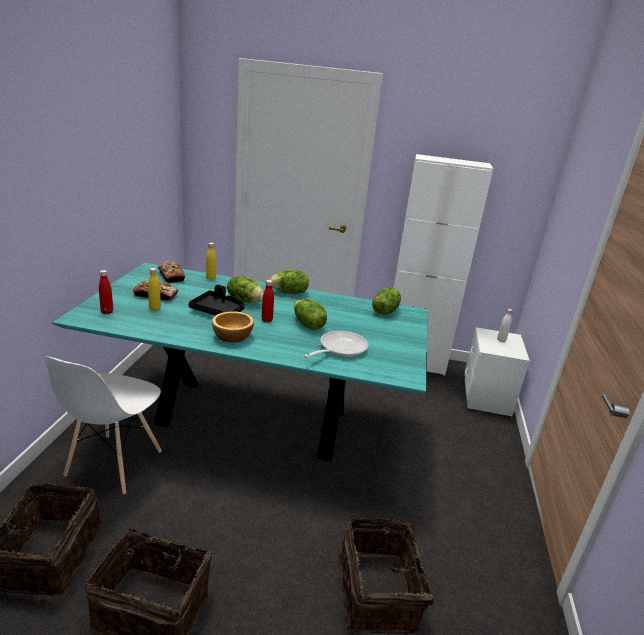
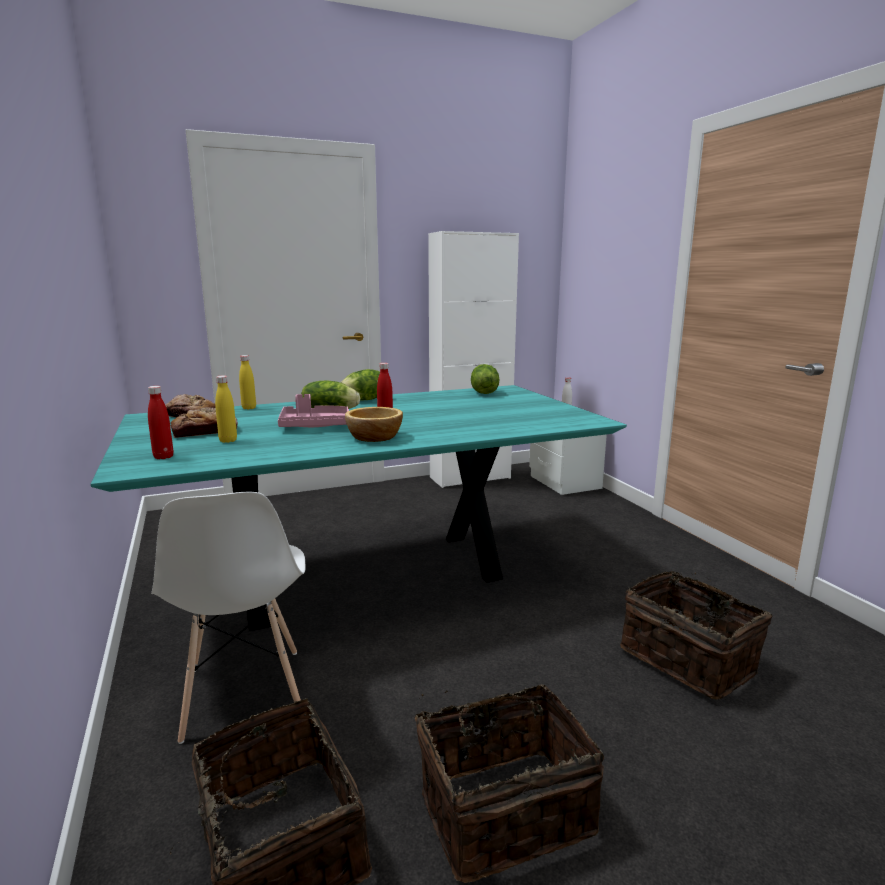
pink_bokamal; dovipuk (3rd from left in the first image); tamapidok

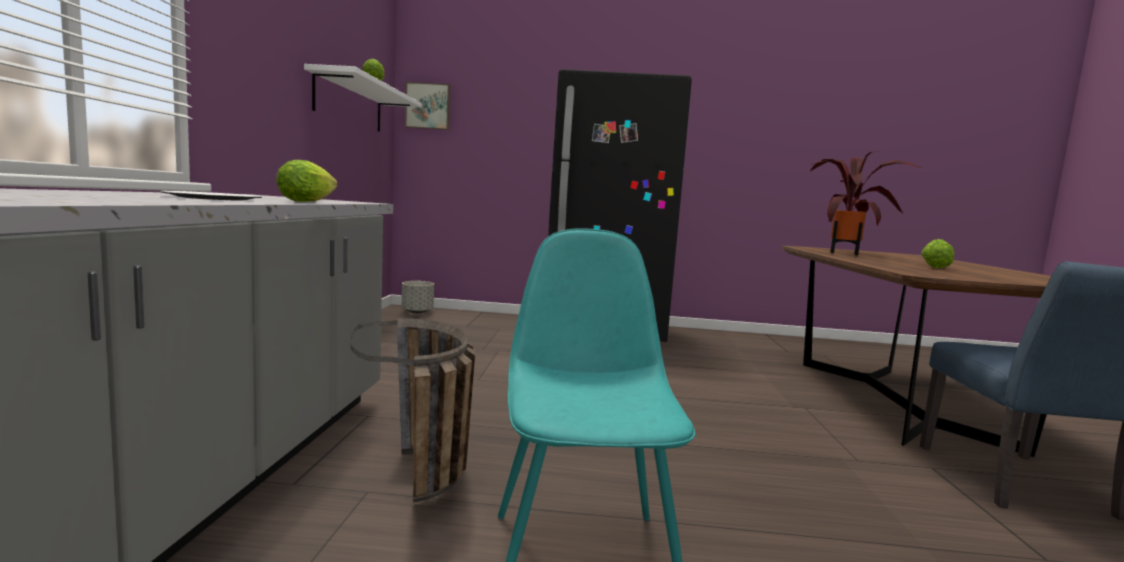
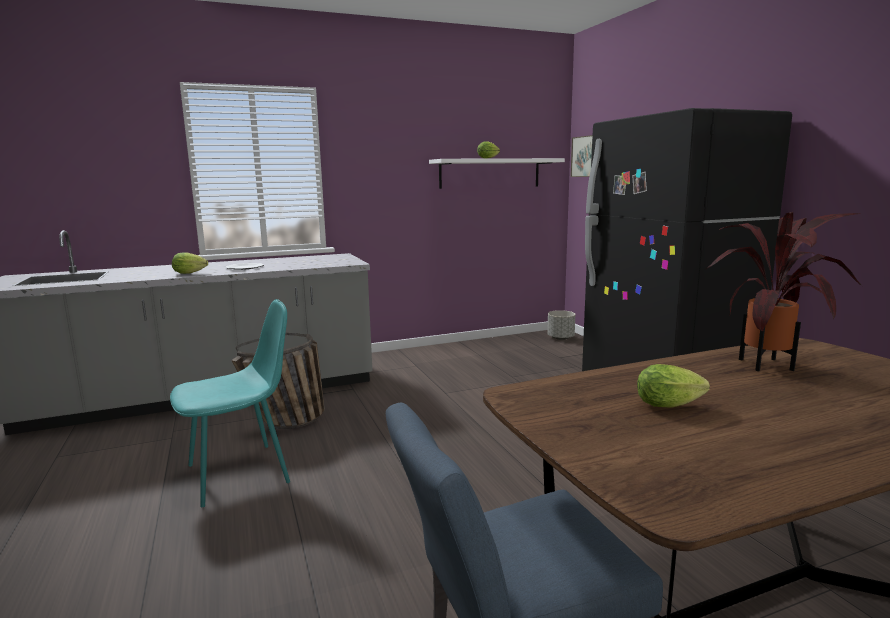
dovipuk (1st from left)

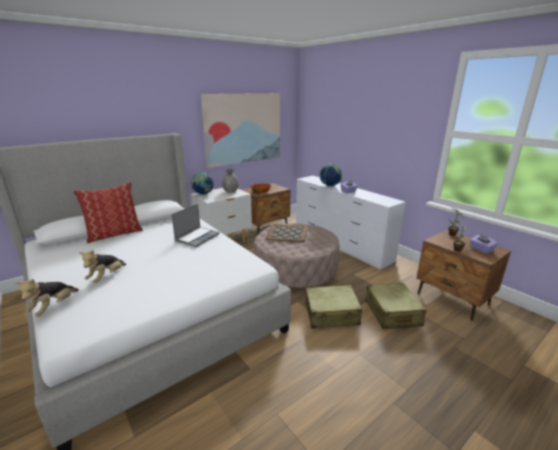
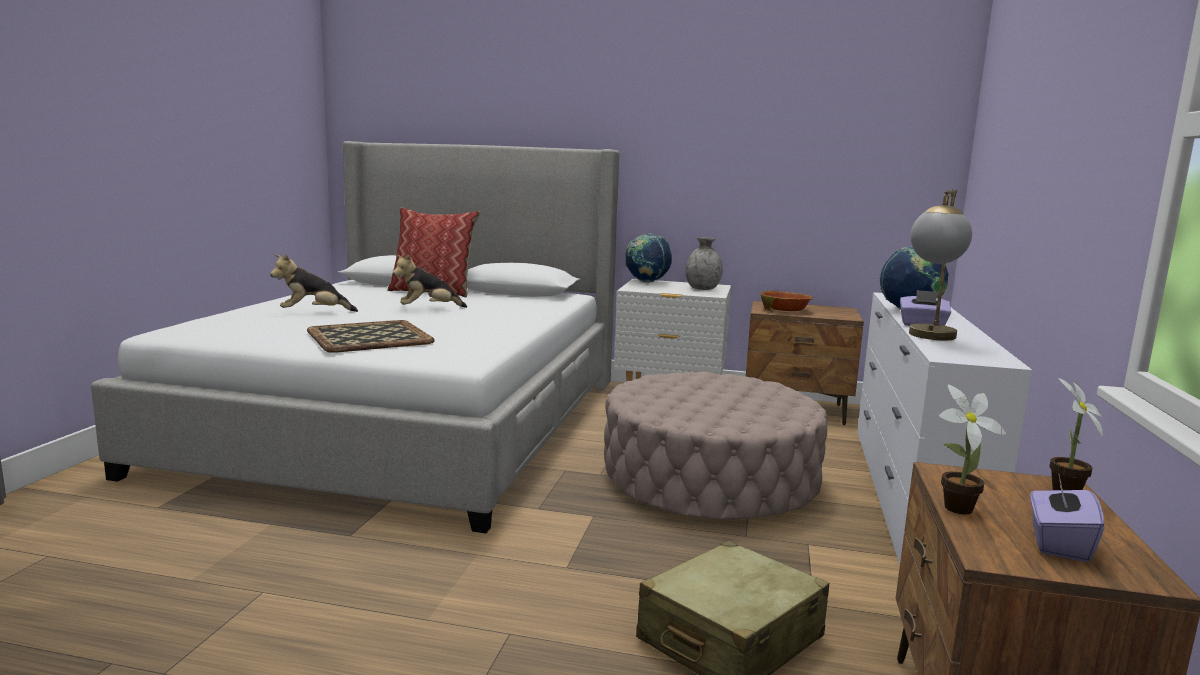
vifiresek (2nd from left); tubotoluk; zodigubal; bokamal; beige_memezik (1st from left in the first image); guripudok

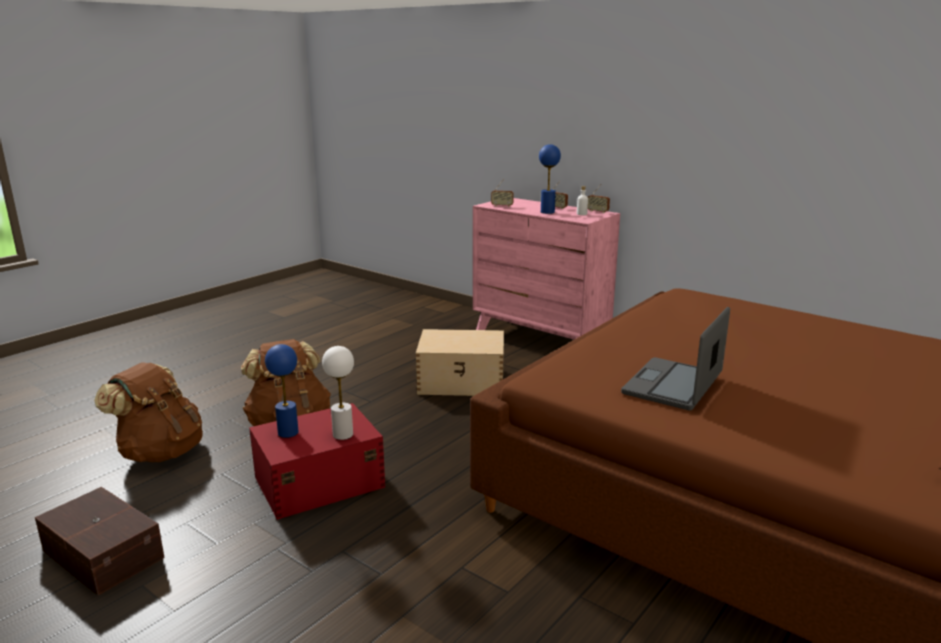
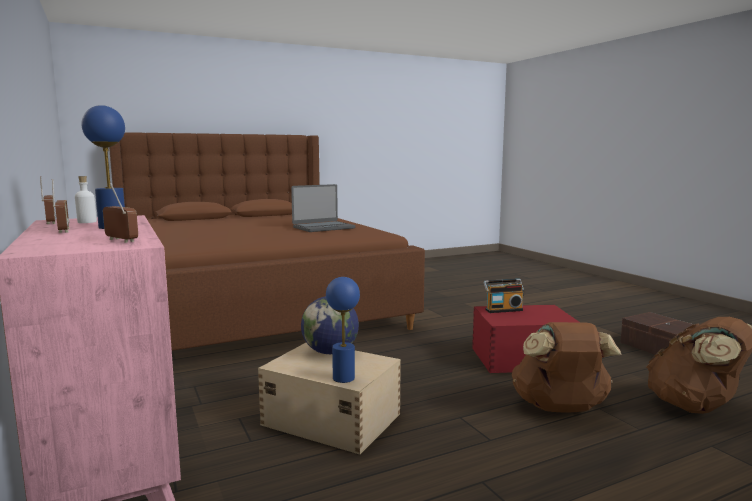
blue_guripudok (2nd from left); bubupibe (4th from left); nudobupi

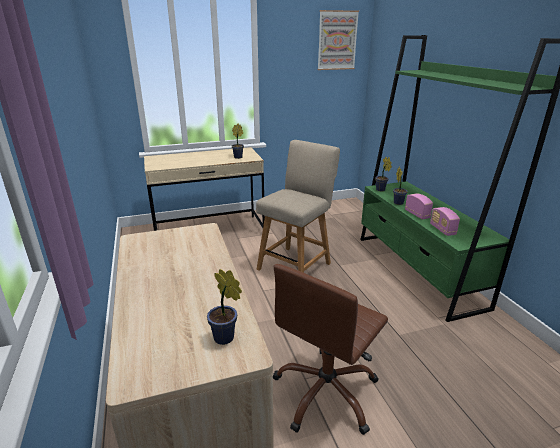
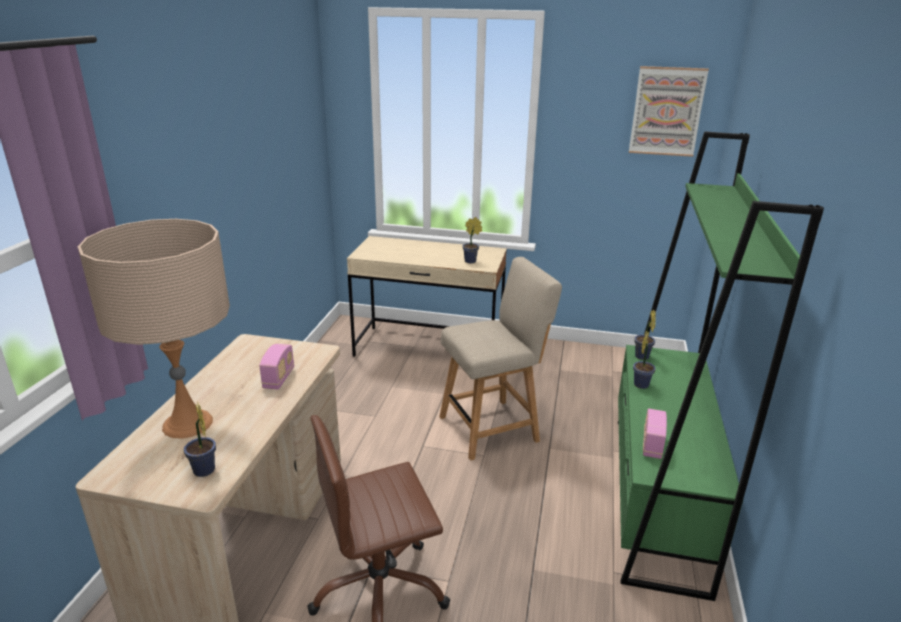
bubupibe (1st from left); beige_guripudok

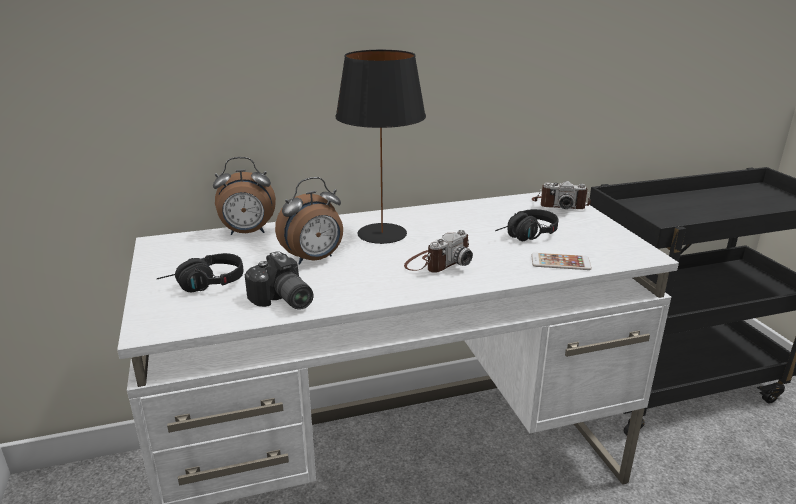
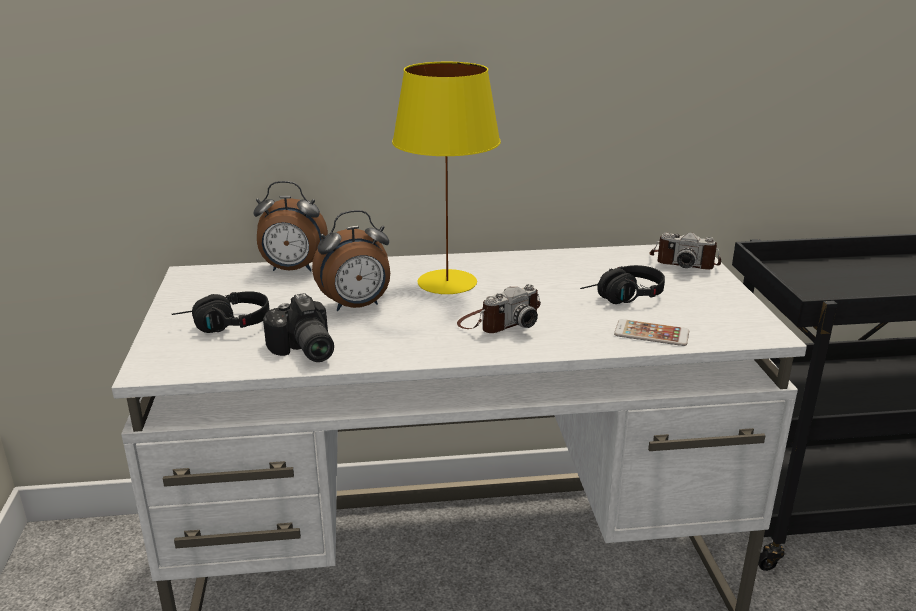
yellow_guripudok

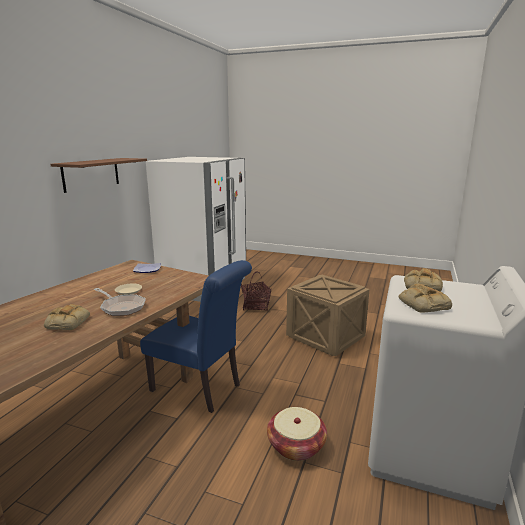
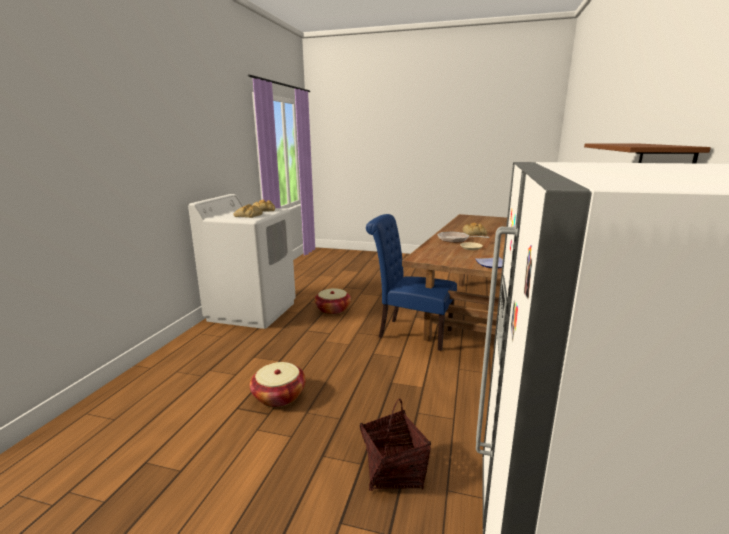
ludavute (1st from left)

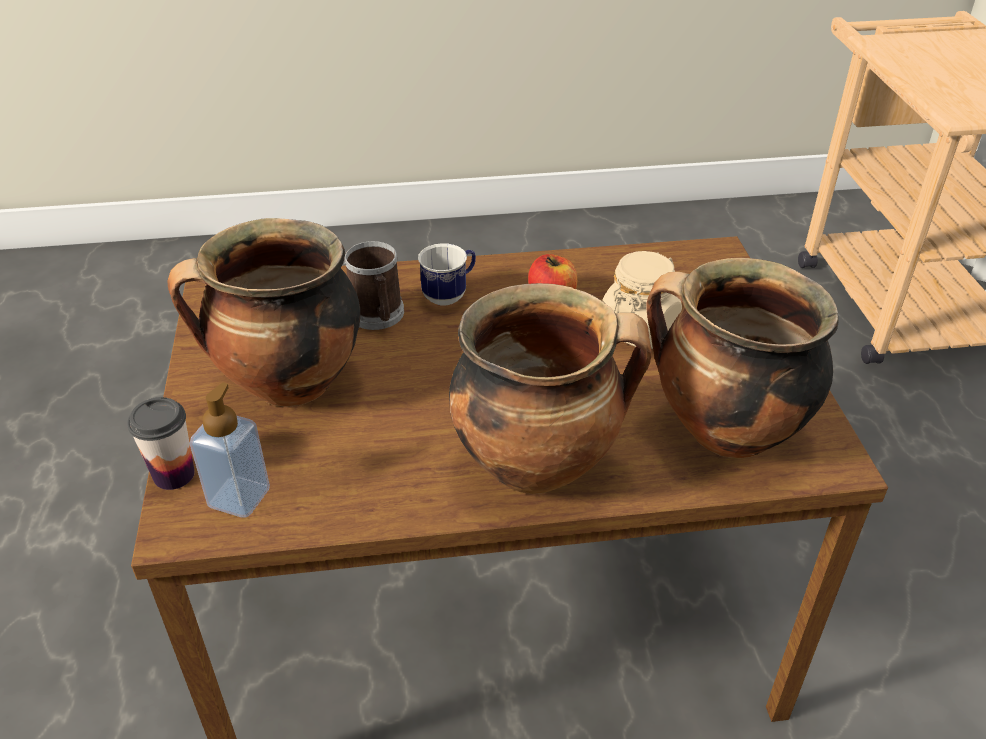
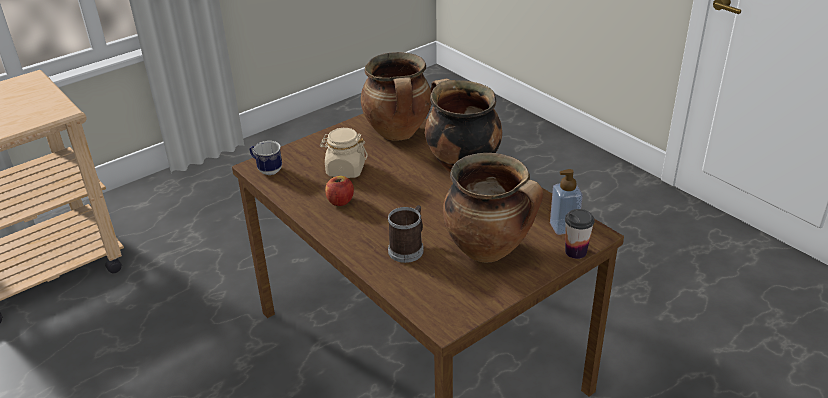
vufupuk (1st from left)

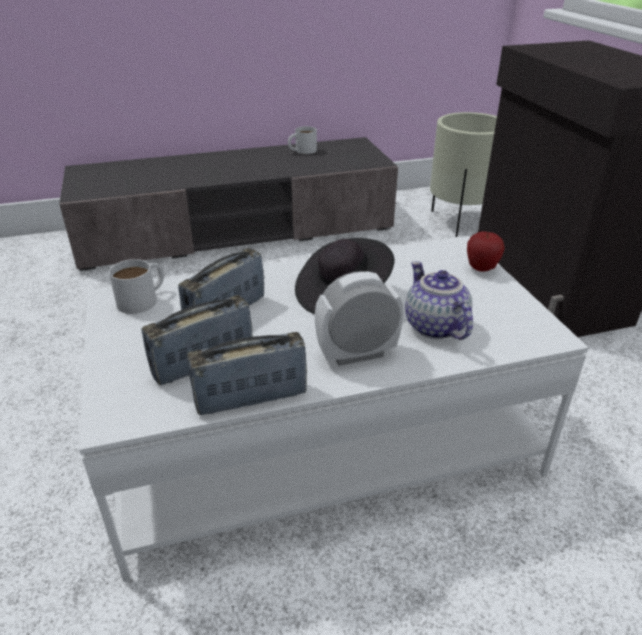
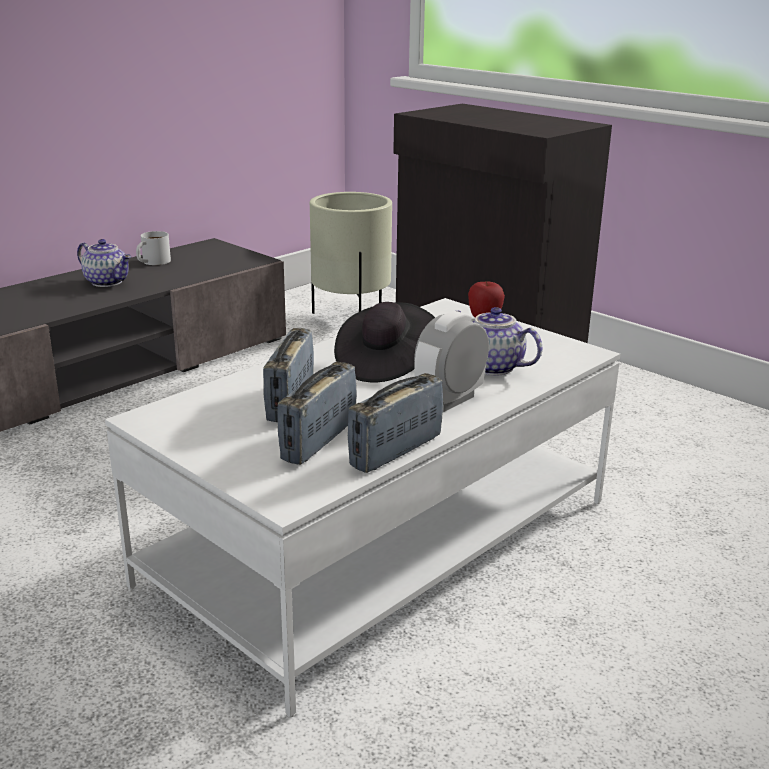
white_vufupuk (1st from left in the first image); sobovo (1st from left)

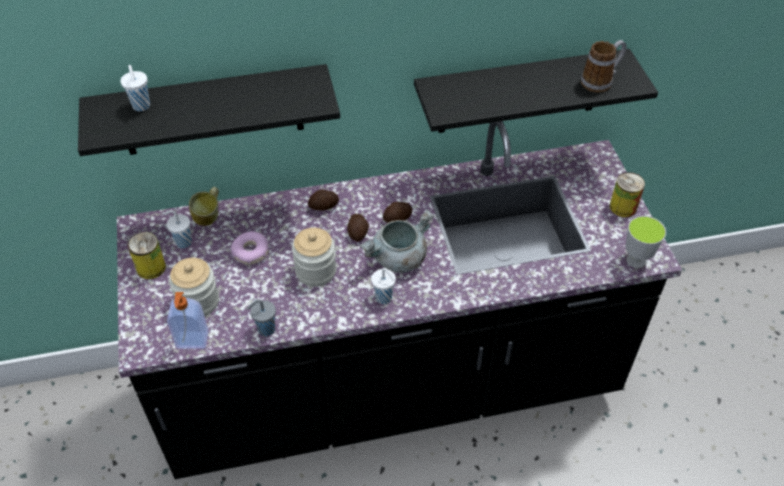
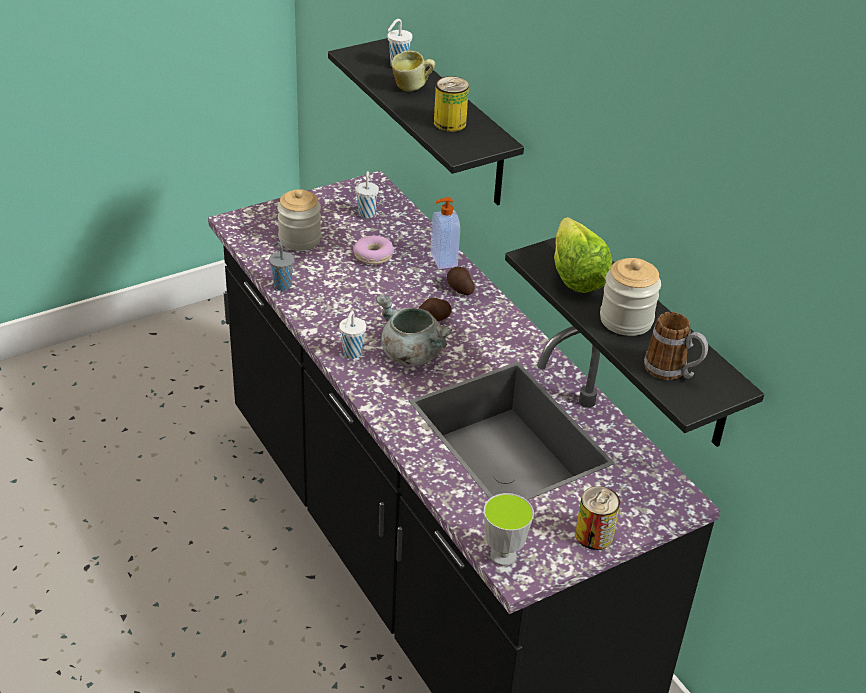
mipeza (1st from left); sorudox; vufupuk (1st from left); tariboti (2nd from left); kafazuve (3rd from left in the first image); dovipuk

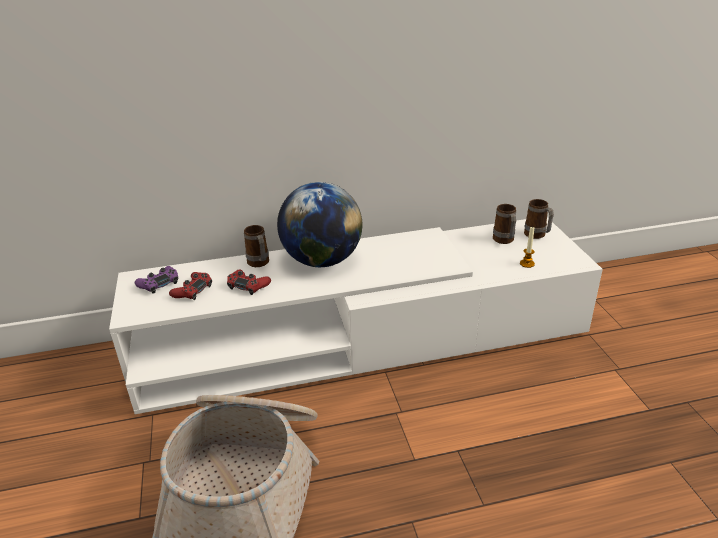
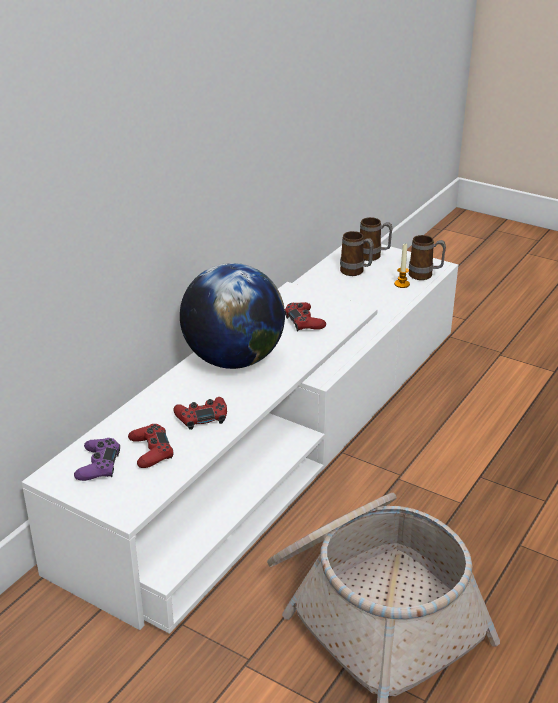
vufupuk (3rd from left); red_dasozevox (3rd from left)

